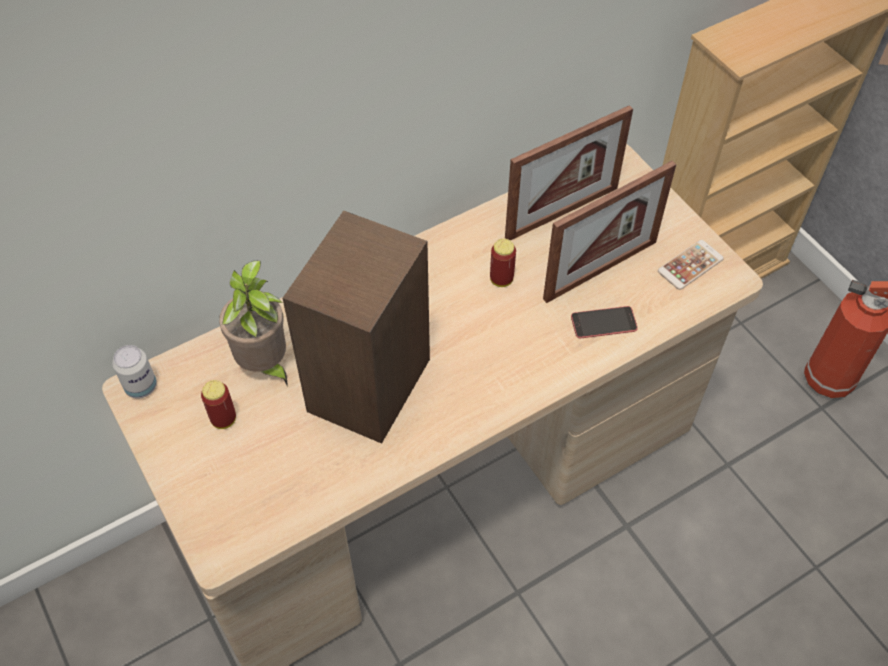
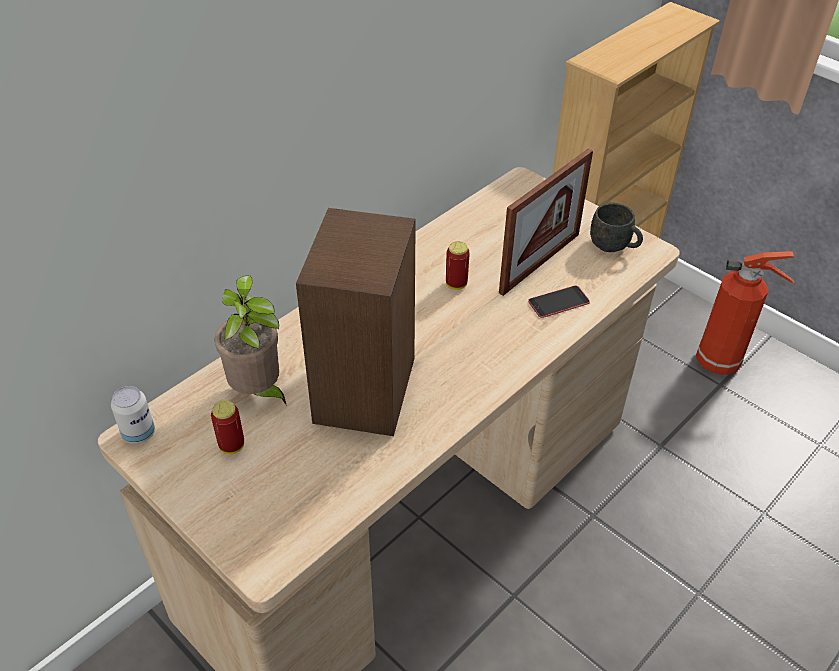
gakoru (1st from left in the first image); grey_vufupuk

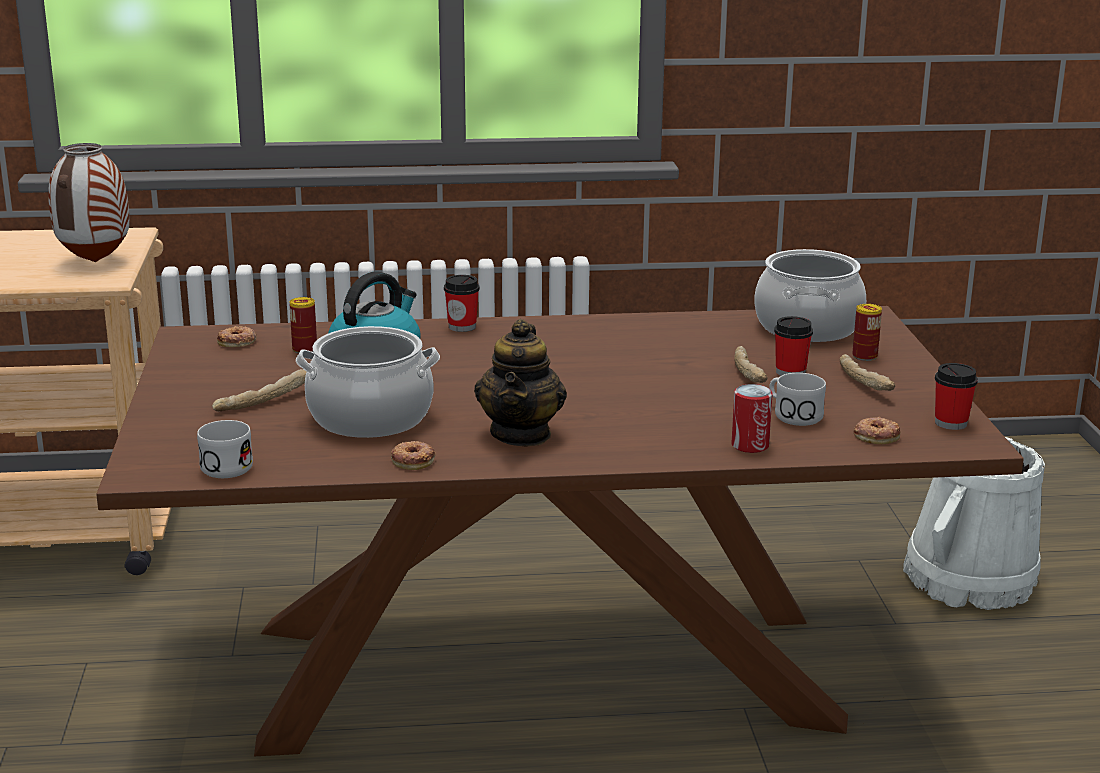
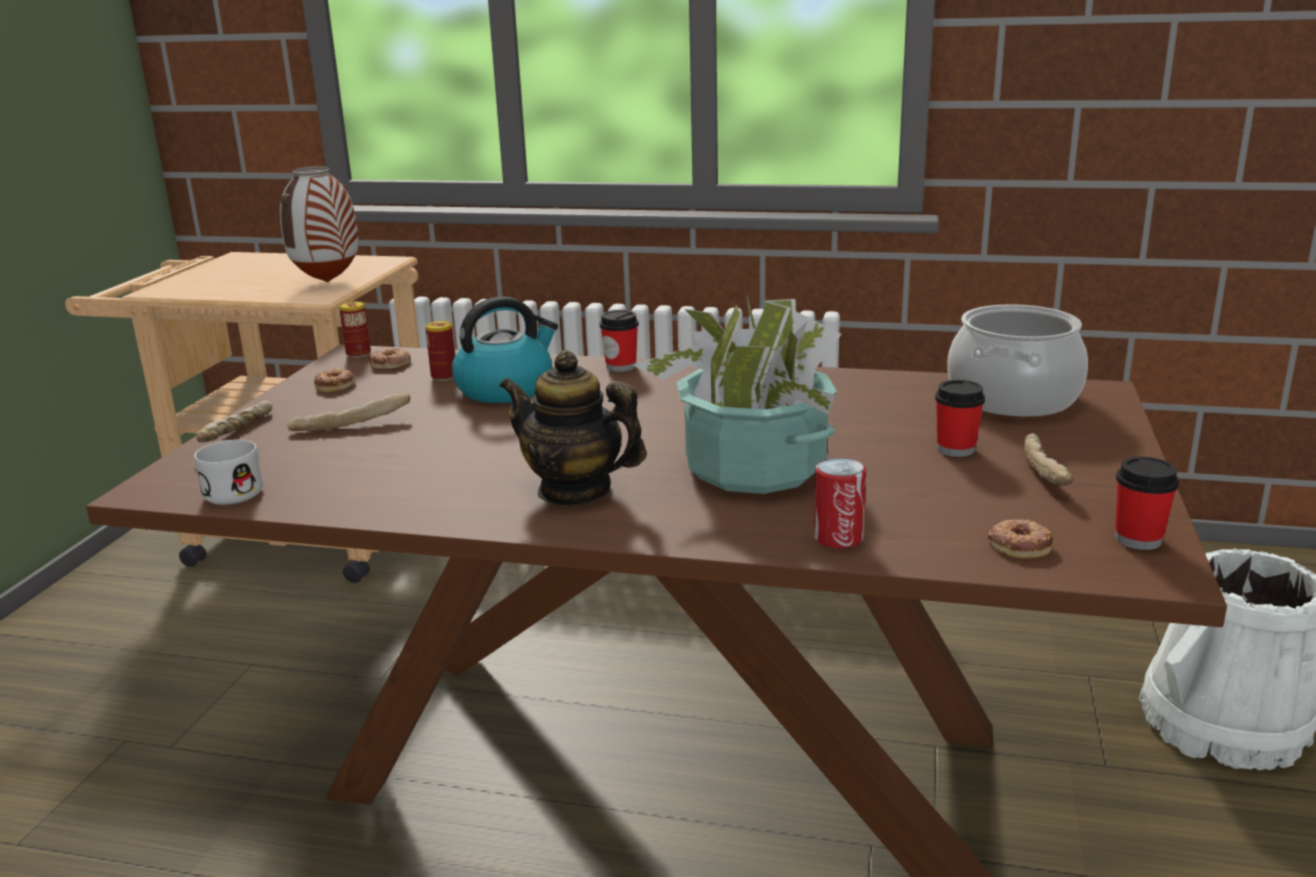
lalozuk (1st from left in the first image); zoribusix (1st from left); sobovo; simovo (1st from left); white_vufupuk (2nd from left in the first image); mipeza (1st from left); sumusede

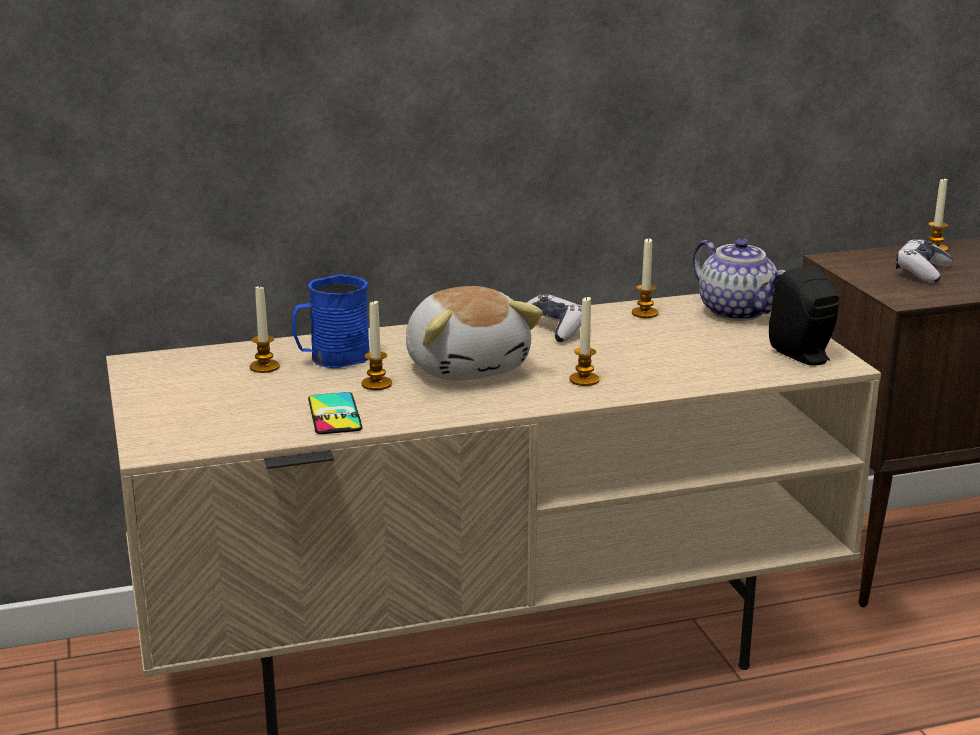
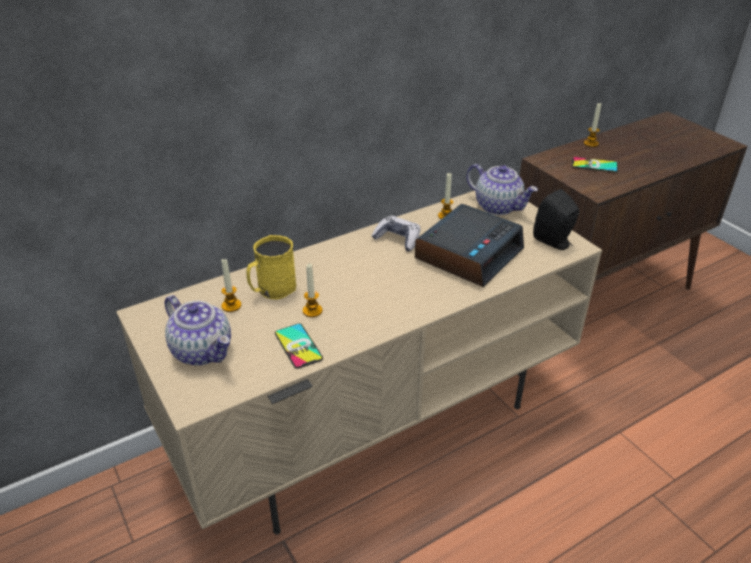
yellow_vufupuk; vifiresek; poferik (3rd from left in the first image); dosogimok (2nd from left); sobovo (1st from left); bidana

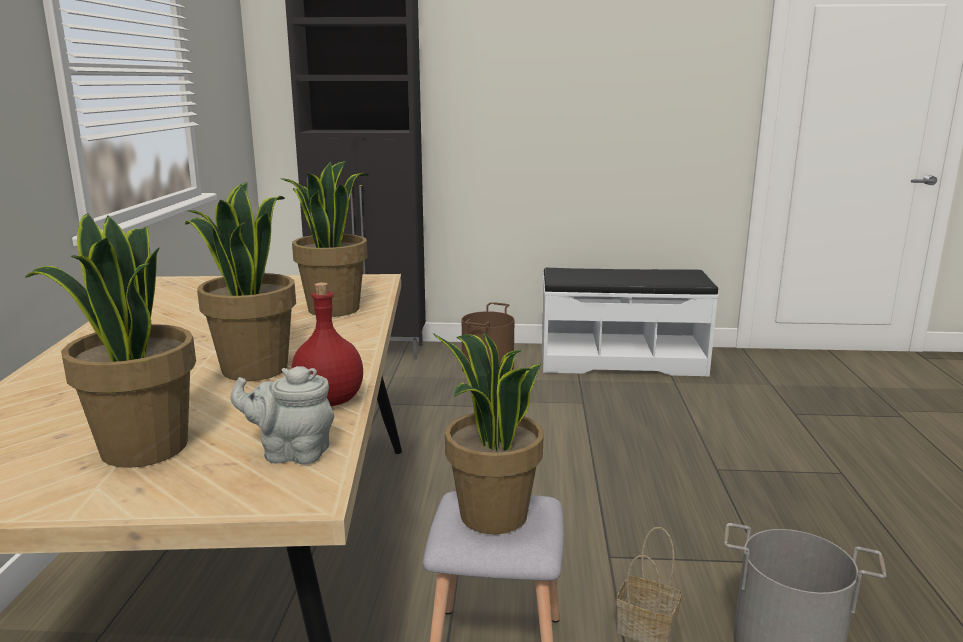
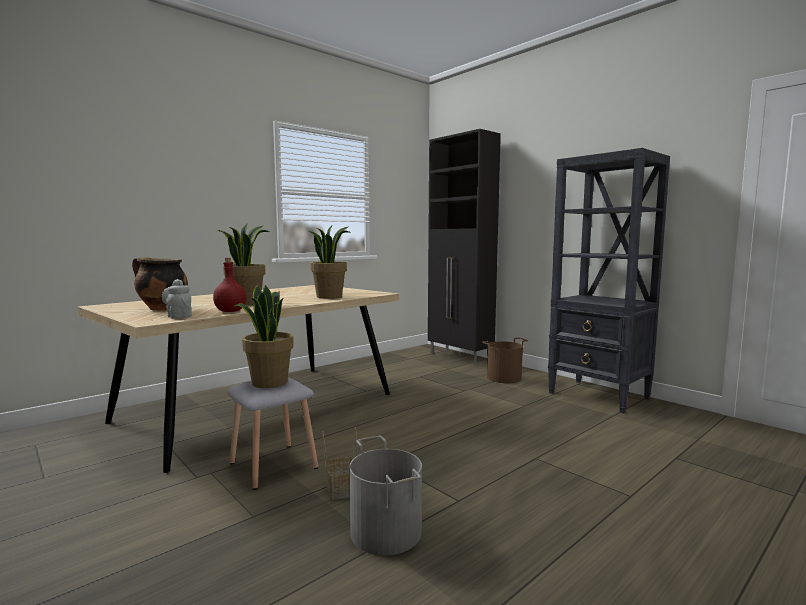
lalozuk; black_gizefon

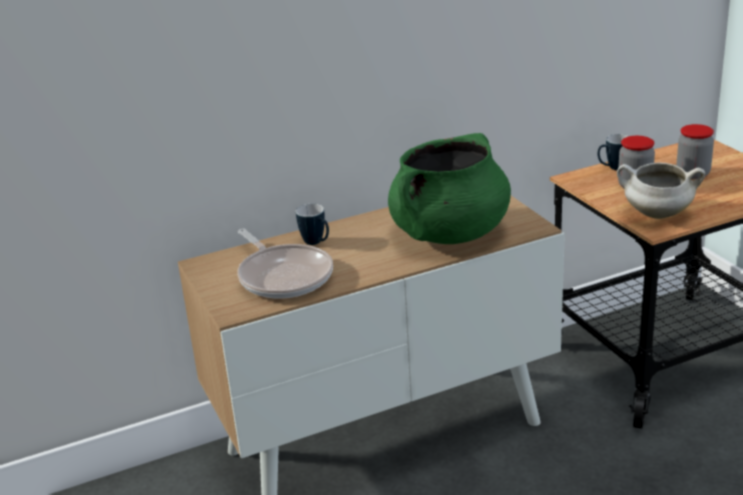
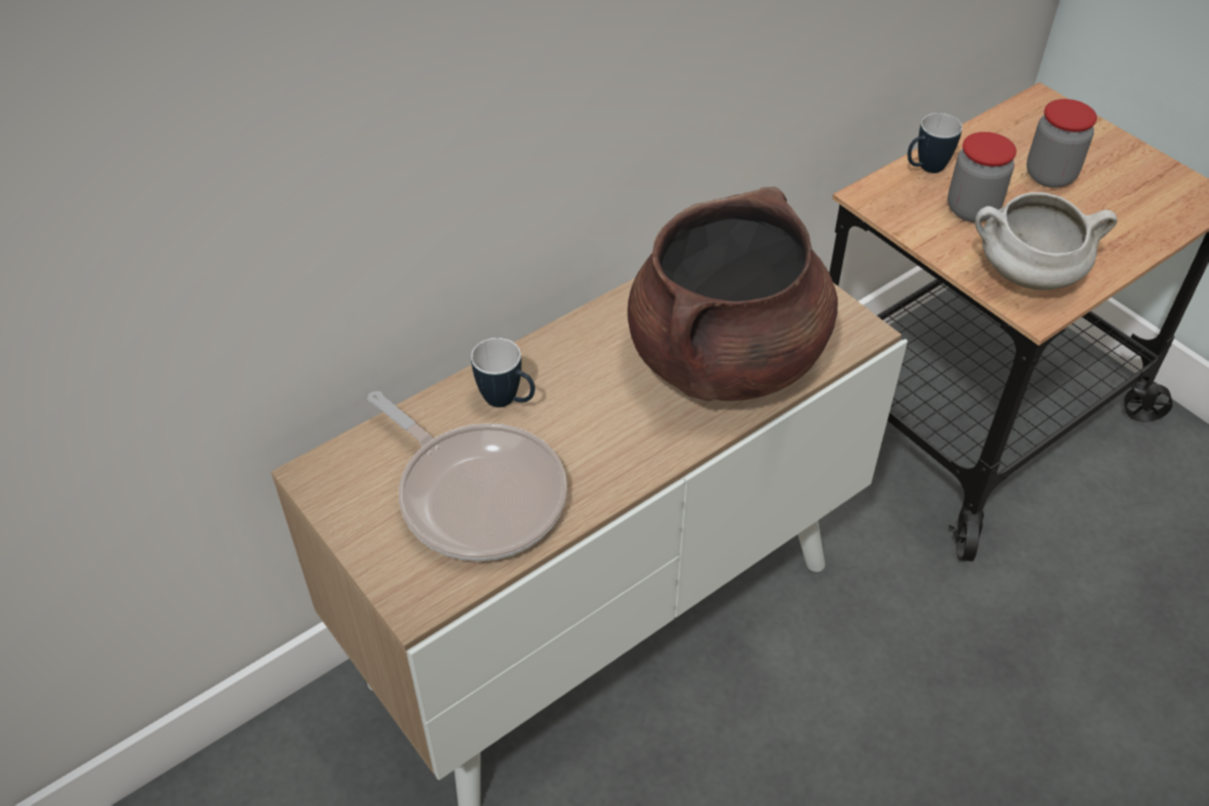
brown_lalozuk

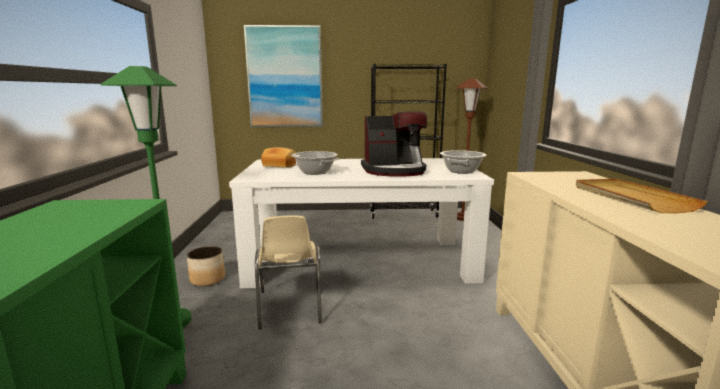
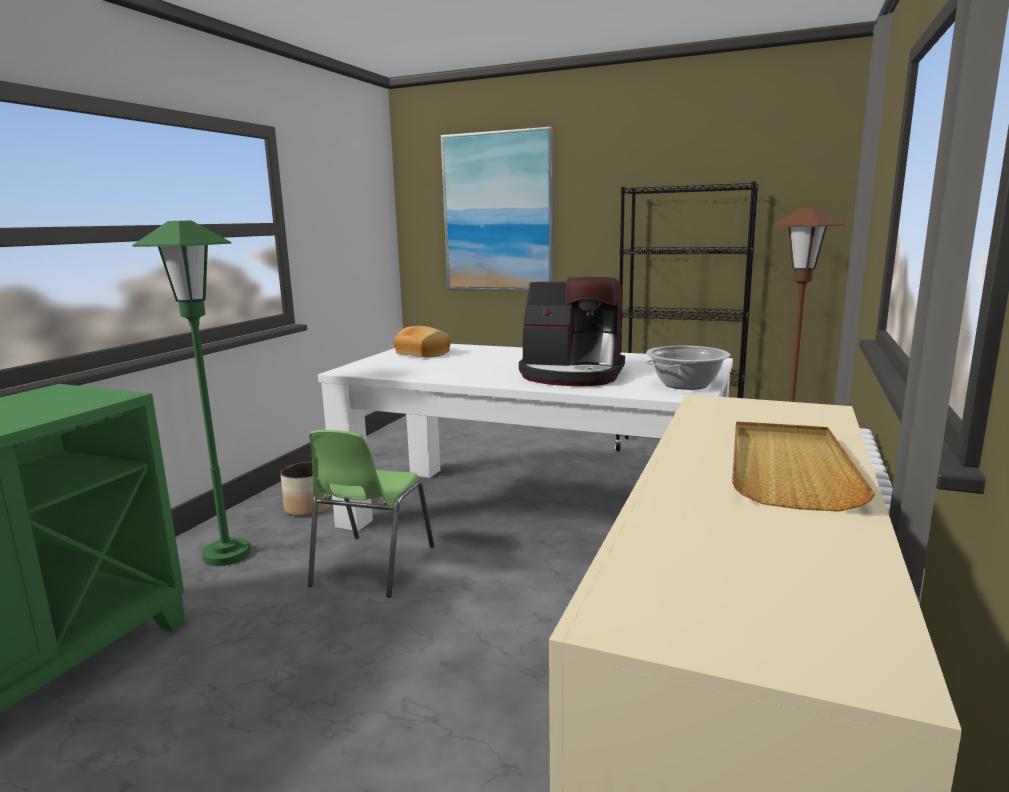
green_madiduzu; lalozuk (1st from left in the first image)

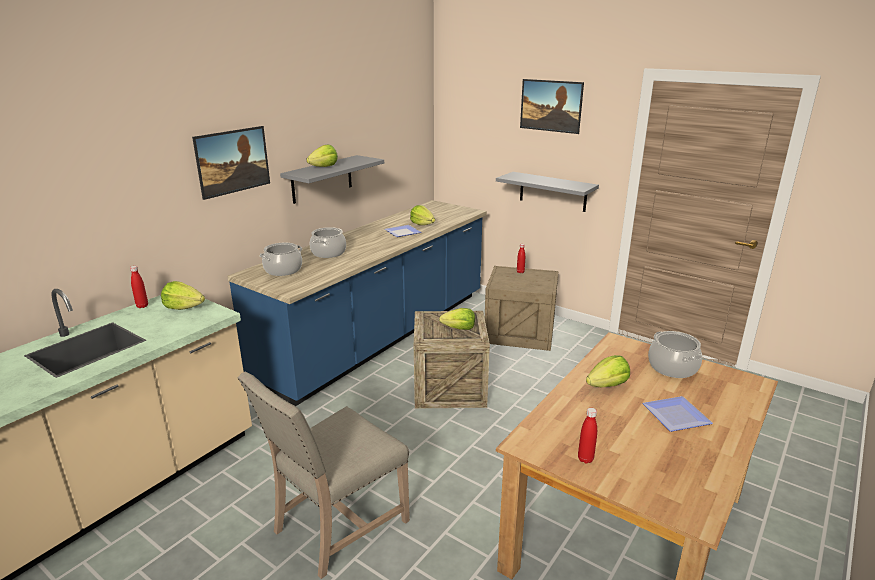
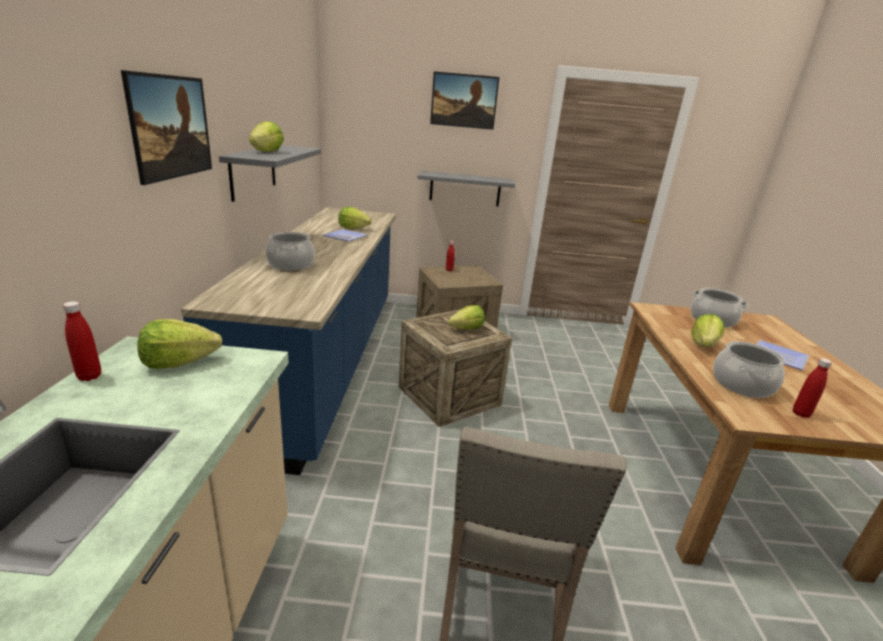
lalozuk (3rd from left)

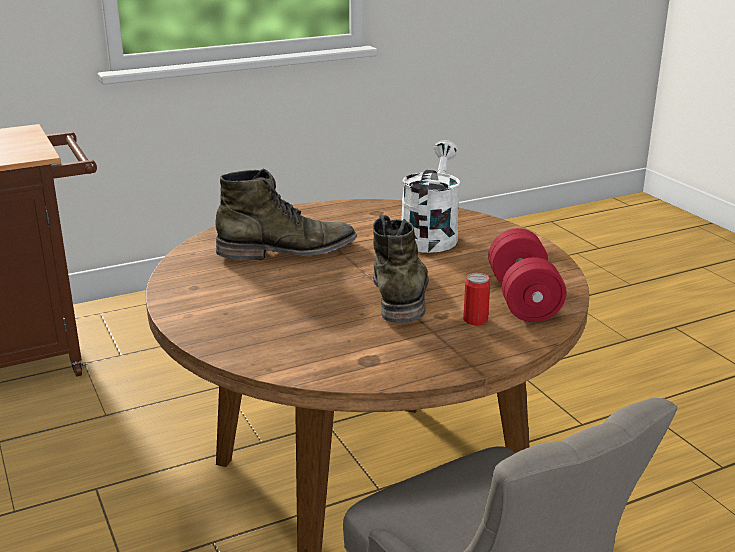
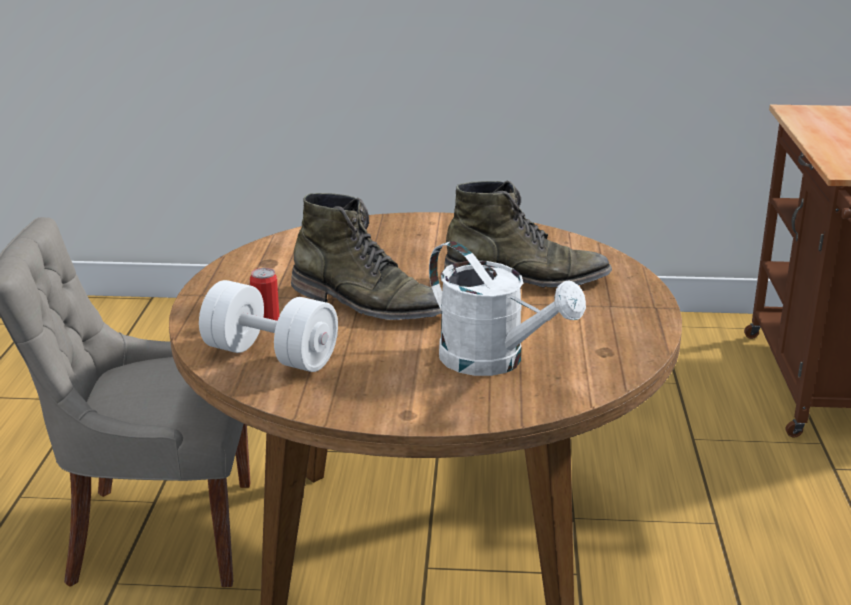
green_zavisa (2nd from left); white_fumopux

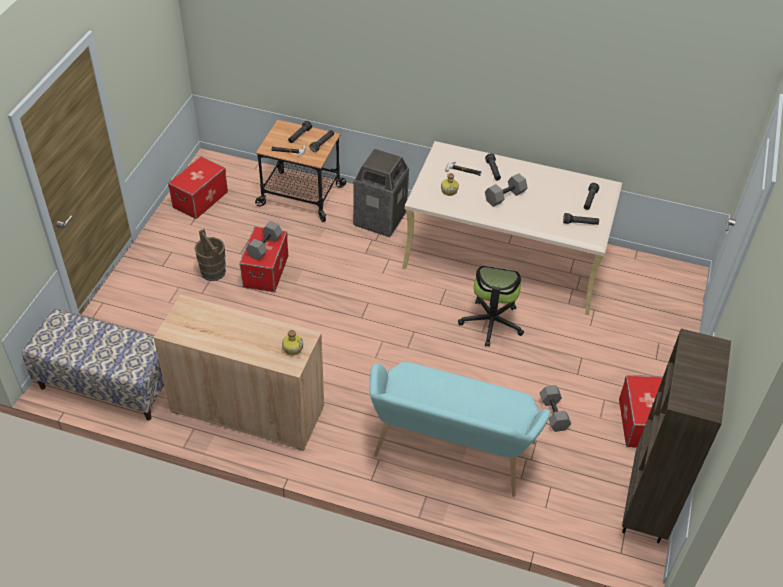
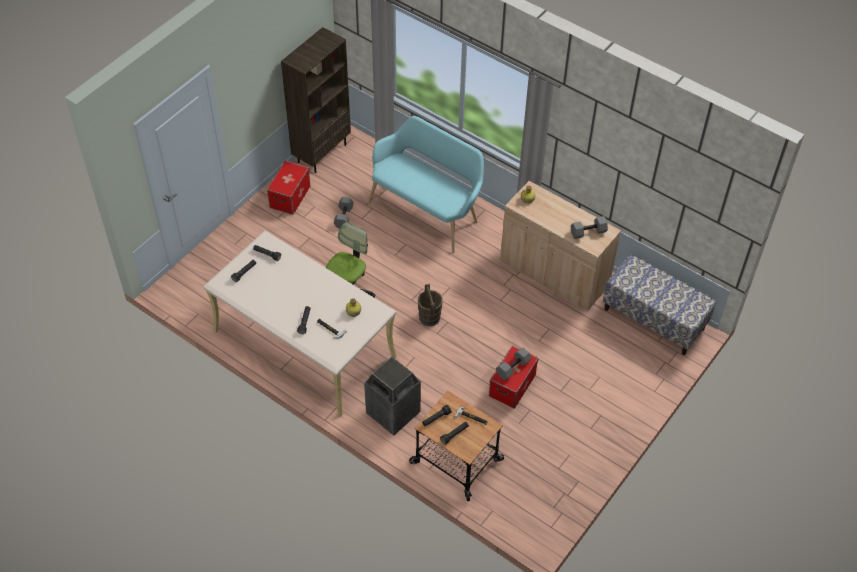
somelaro (1st from left in the first image); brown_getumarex; grey_fumopux (3rd from left)

